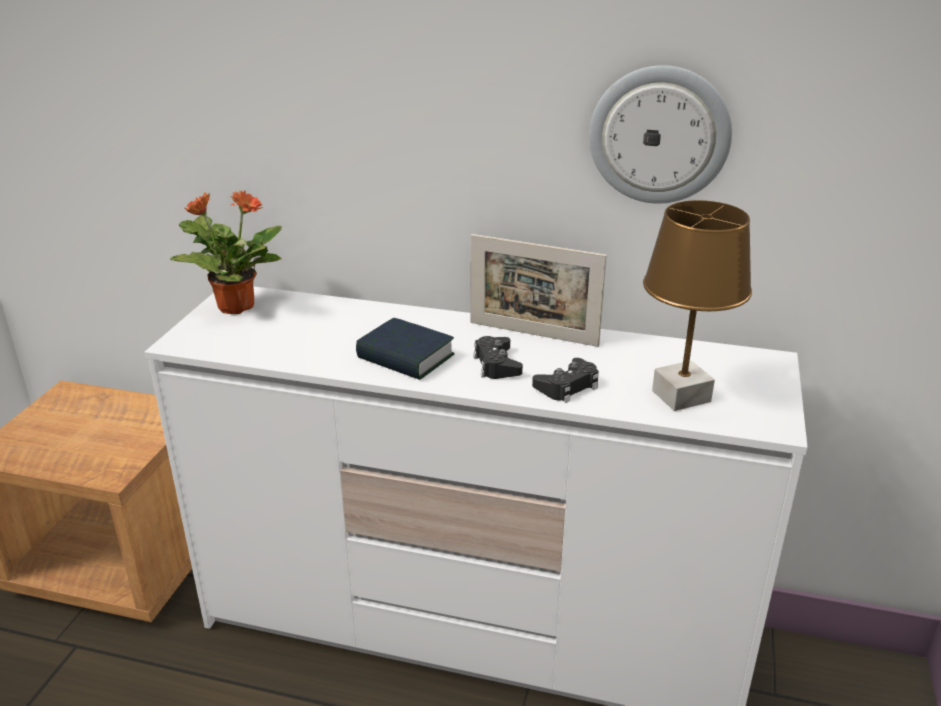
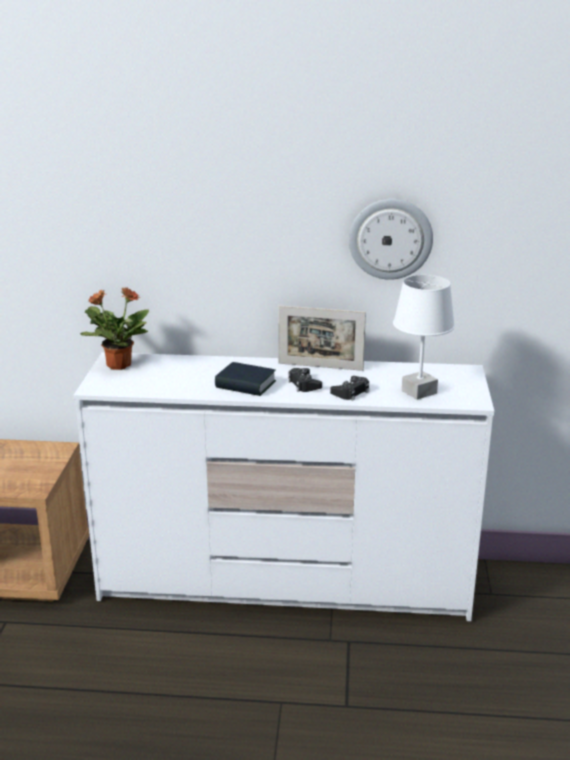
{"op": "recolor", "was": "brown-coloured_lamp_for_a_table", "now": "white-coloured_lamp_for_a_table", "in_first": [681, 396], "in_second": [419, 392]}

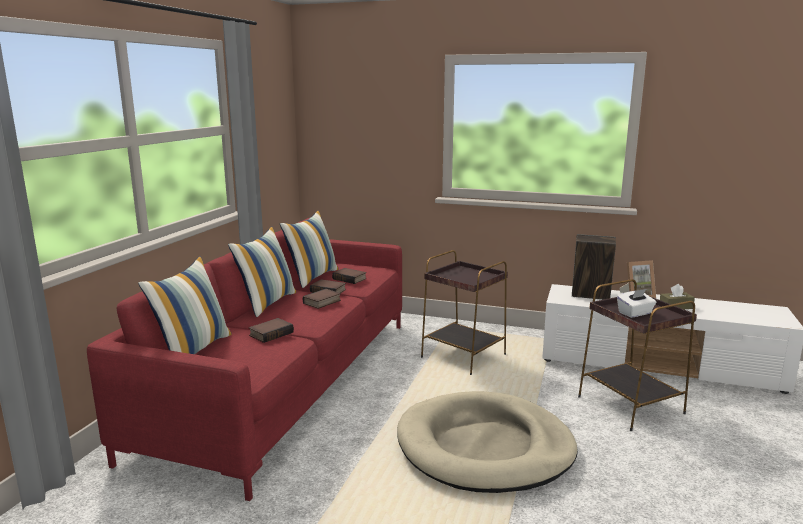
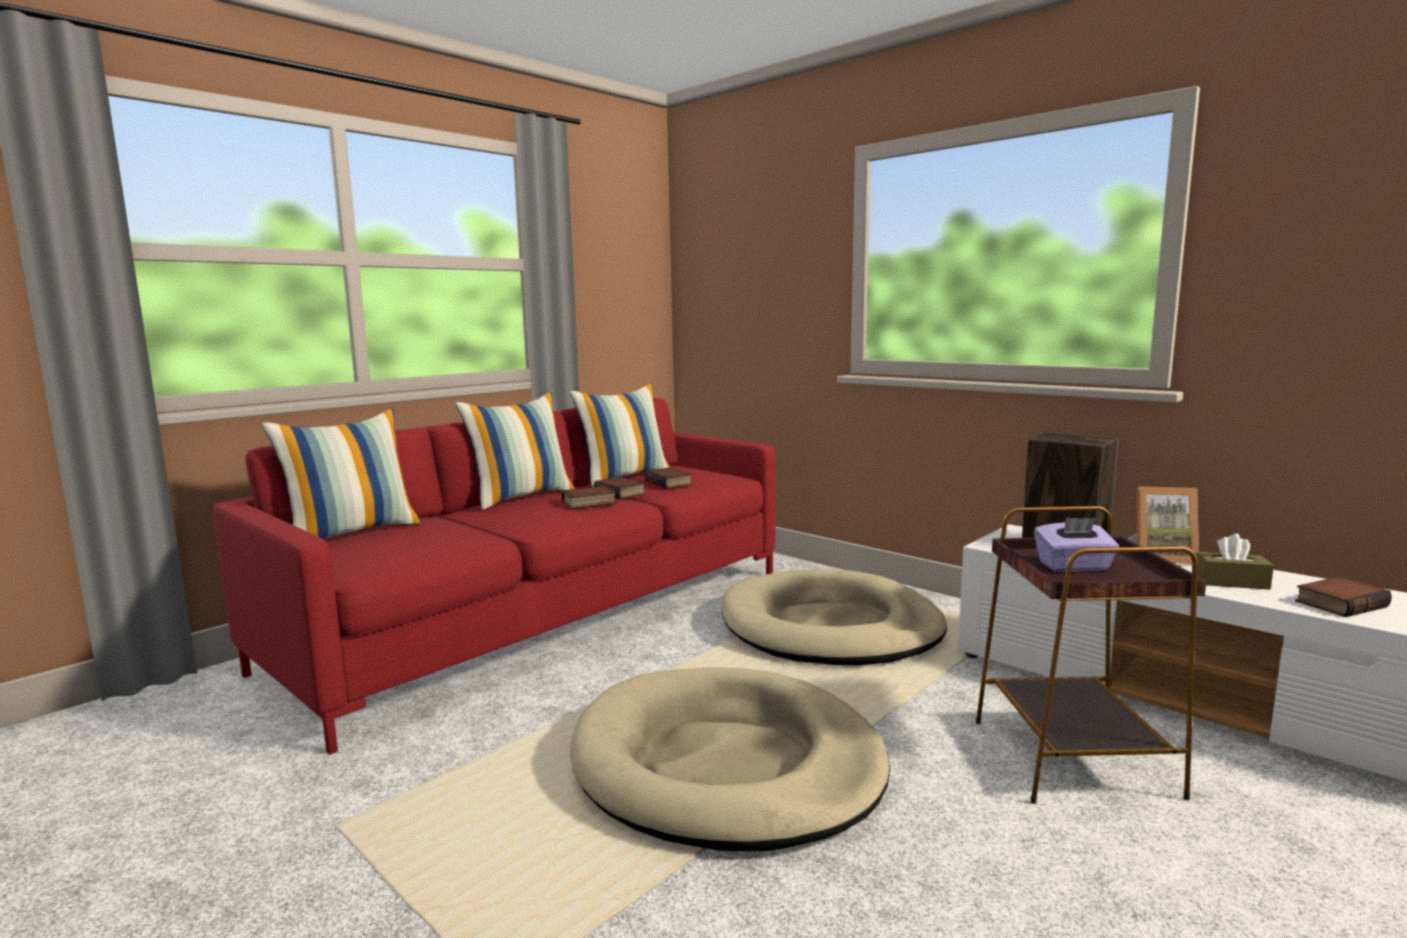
{"op": "move", "was": "volume", "in_first": [271, 333], "in_second": [1339, 603]}
{"op": "replace", "was": "brown-coloured_side_table", "now": "sand-coloured_pet_bed", "in_first": [463, 356], "in_second": [830, 627]}
{"op": "recolor", "was": "white-coloured_tissue_holder", "now": "purple_tissue_holder", "in_first": [635, 313], "in_second": [1073, 567]}

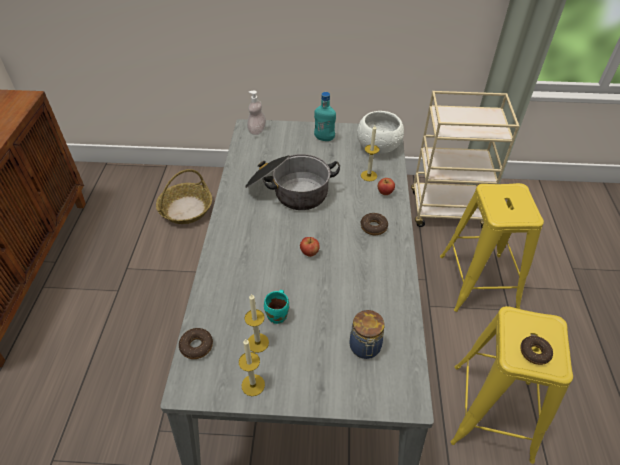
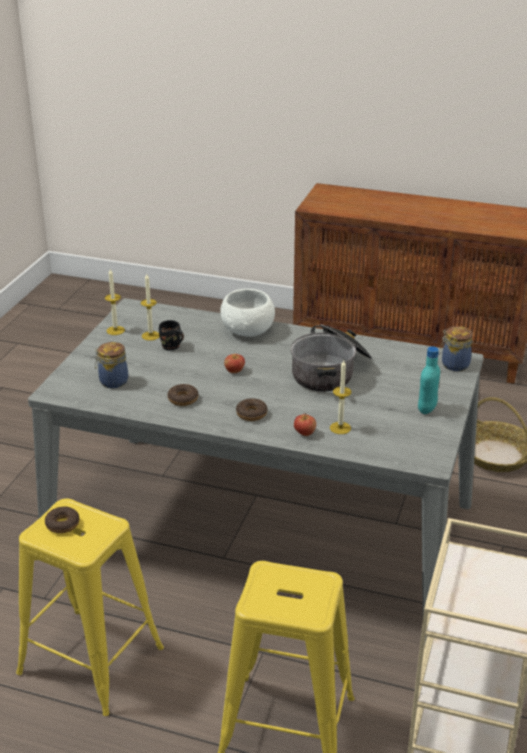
{"op": "move", "was": "donut", "in_first": [196, 346], "in_second": [183, 399]}
{"op": "move", "was": "white-coloured_serving_bowl", "in_first": [378, 147], "in_second": [247, 330]}
{"op": "replace", "was": "soap_dispenser", "now": "storage_jar", "in_first": [257, 130], "in_second": [454, 364]}
{"op": "recolor", "was": "turquoise_coffee_mug", "now": "blackish_coffee_mug", "in_first": [279, 315], "in_second": [171, 347]}

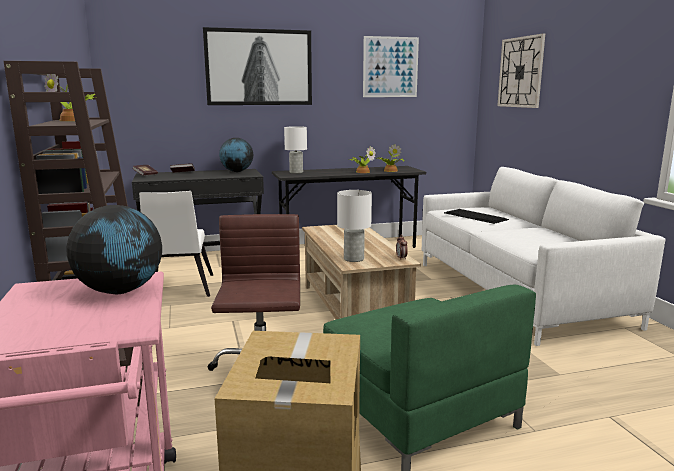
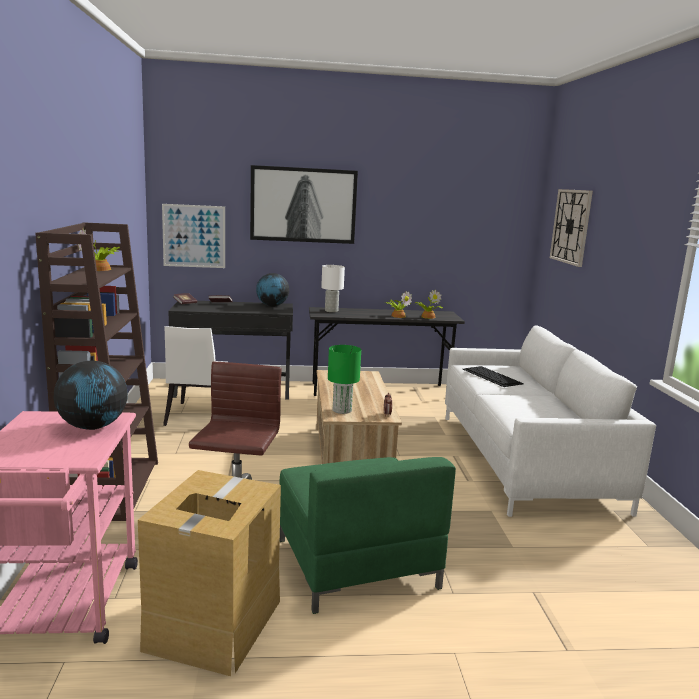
{"op": "move", "was": "wall_picture", "in_first": [390, 67], "in_second": [194, 236]}
{"op": "recolor", "was": "white-coloured_lamp_for_a_table", "now": "green-coloured_lamp_for_a_table", "in_first": [354, 259], "in_second": [342, 410]}

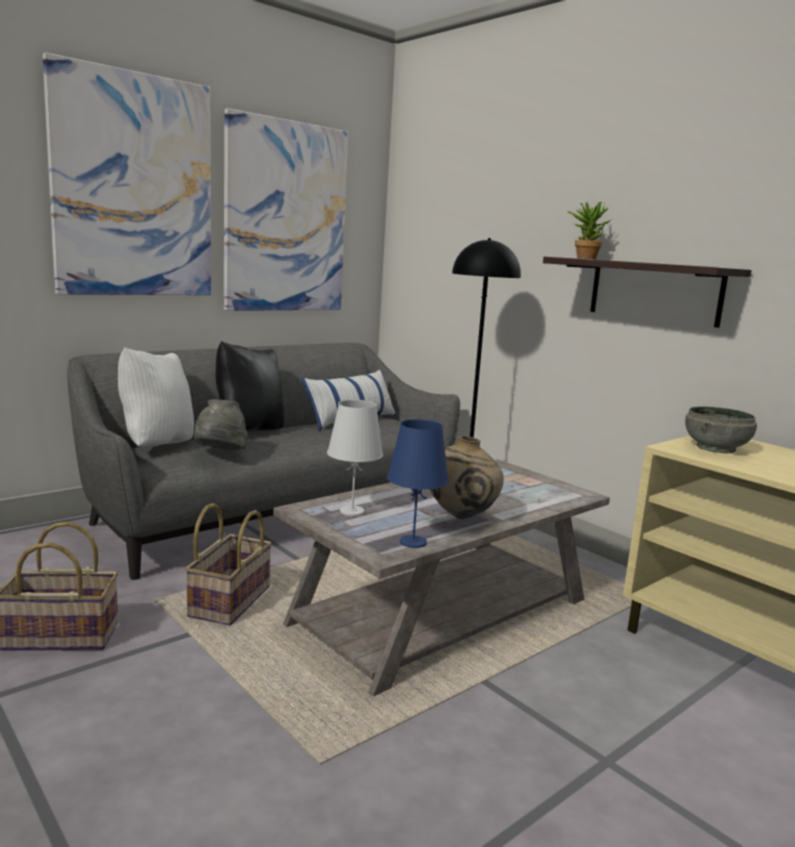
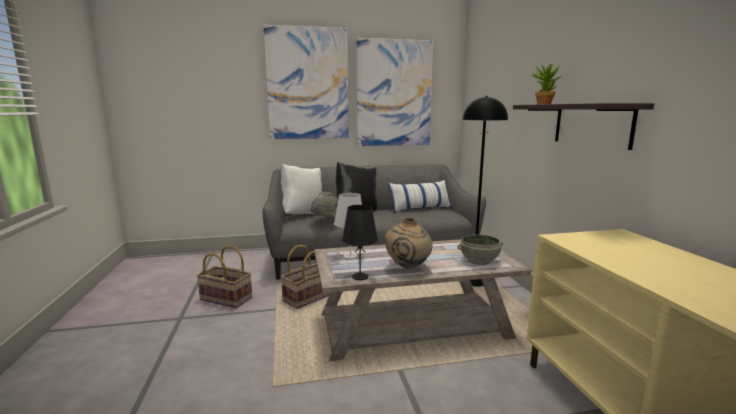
{"op": "move", "was": "gray_serving_bowl", "in_first": [716, 448], "in_second": [479, 261]}
{"op": "recolor", "was": "blue_lamp_for_a_table", "now": "blackish_lamp_for_a_table", "in_first": [413, 542], "in_second": [360, 276]}

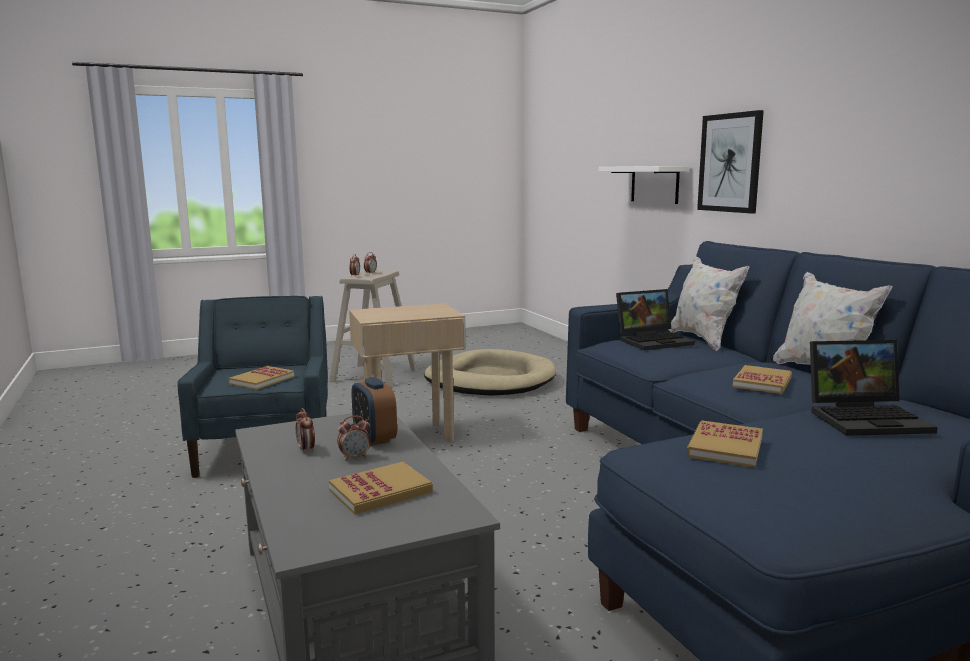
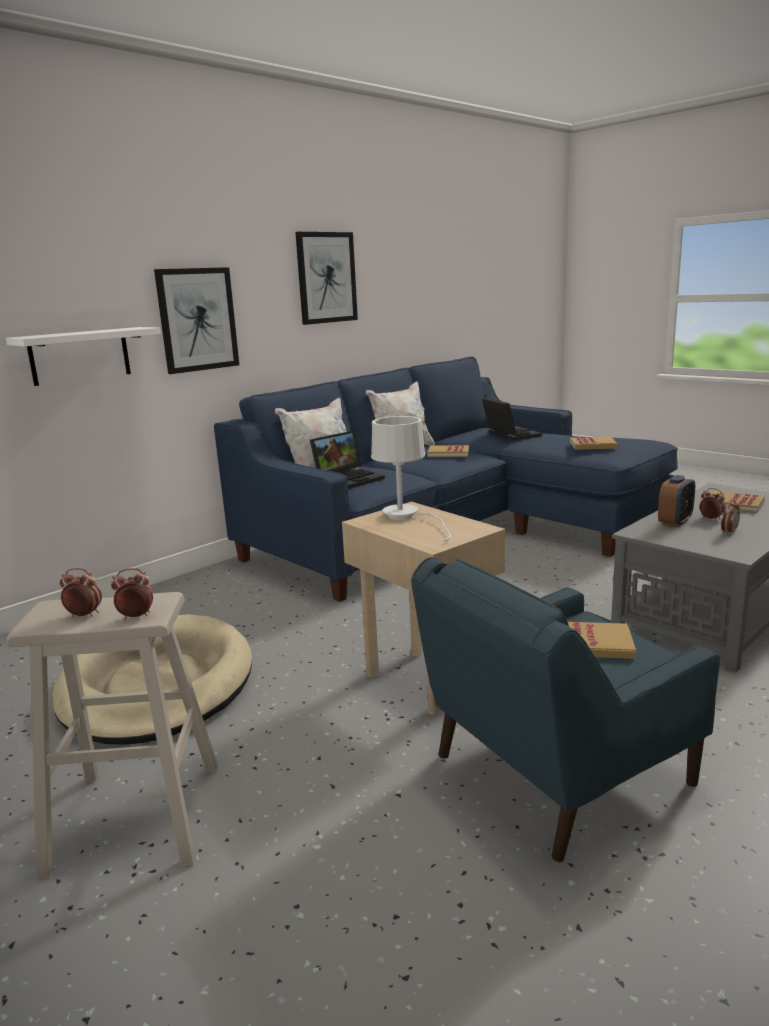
{"op": "insert", "now": "wall_picture", "in_second": [326, 278]}
{"op": "insert", "now": "white-coloured_lamp_for_a_table", "in_second": [407, 518]}
{"op": "rotate", "was": "notebook_computer", "in_first": [654, 341], "in_second": [348, 479], "clockwise": 90}

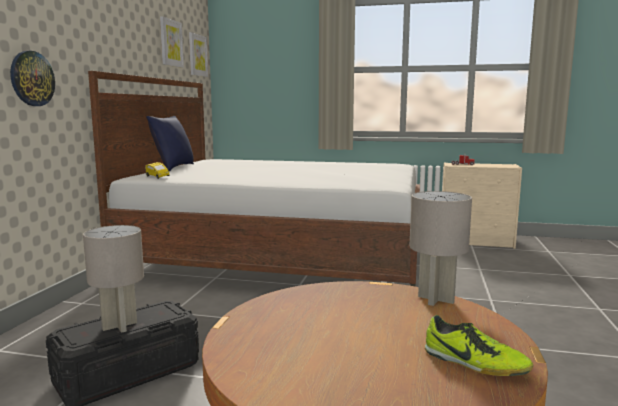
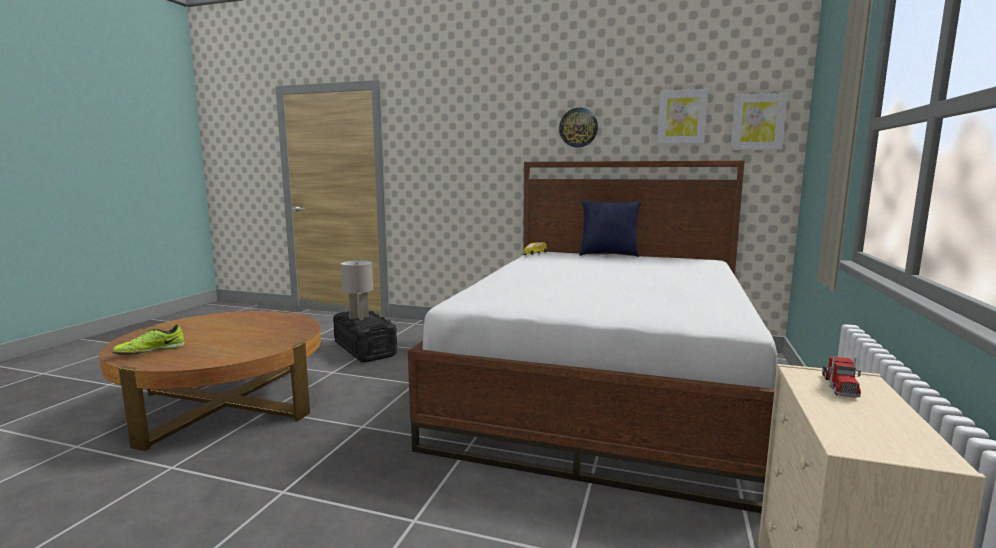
{"op": "delete", "was": "gray_lamp_for_a_table", "in_first": [435, 299]}
{"op": "move", "was": "hanging_clock", "in_first": [32, 78], "in_second": [578, 127]}

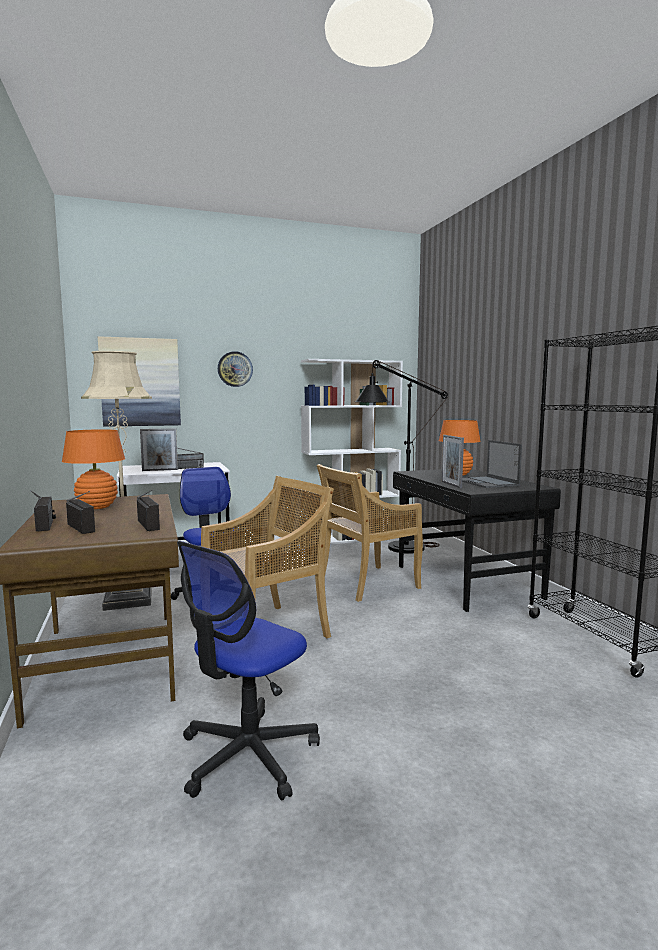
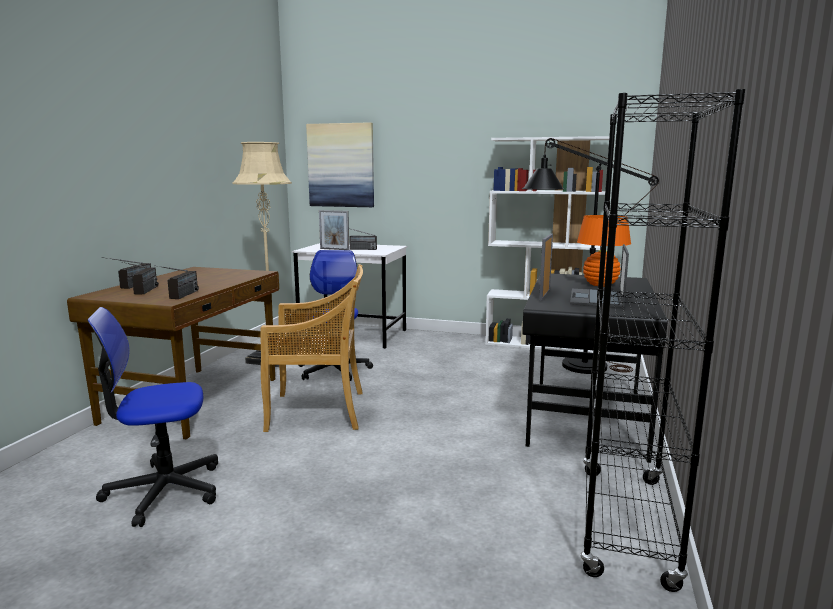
{"op": "delete", "was": "orange-coloured_lamp_for_a_table", "in_first": [97, 507]}
{"op": "delete", "was": "hanging_clock", "in_first": [235, 369]}
{"op": "delete", "was": "sand-coloured_upright_chair", "in_first": [367, 583]}

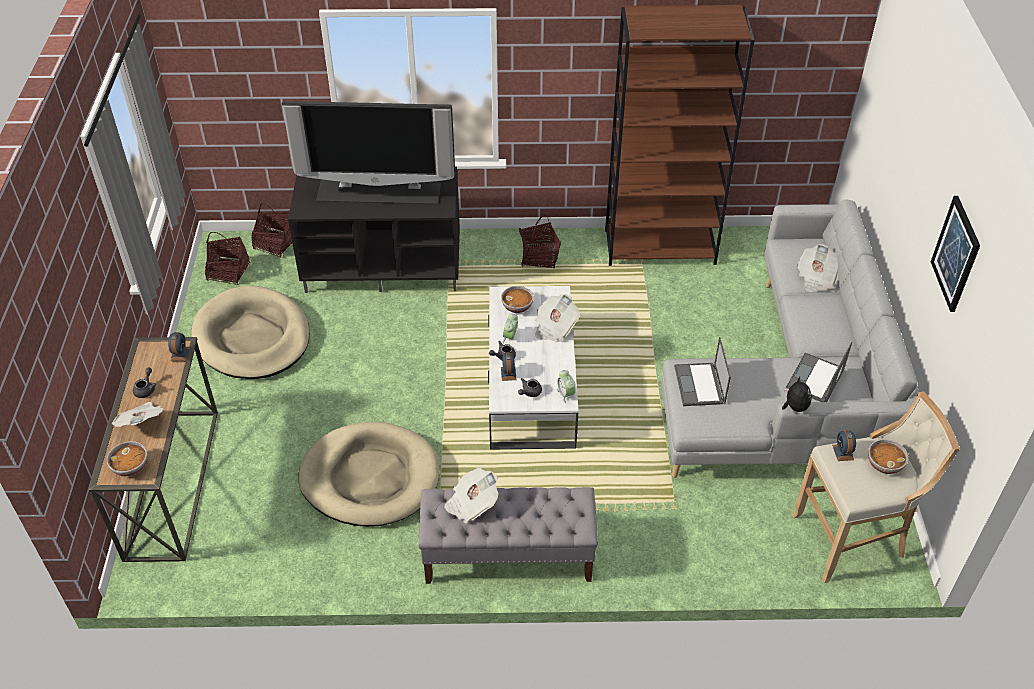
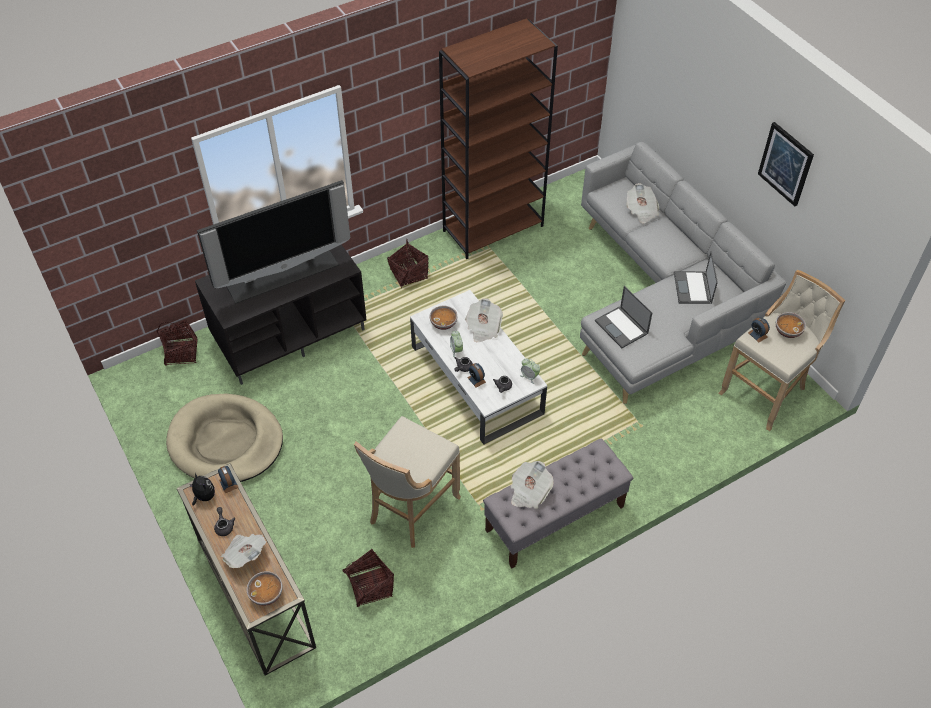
{"op": "move", "was": "basket", "in_first": [228, 271], "in_second": [370, 586]}
{"op": "move", "was": "plush_toy", "in_first": [794, 407], "in_second": [204, 496]}
{"op": "replace", "was": "sand-coloured_pet_bed", "now": "sand-coloured_sitting_stool", "in_first": [370, 478], "in_second": [410, 510]}

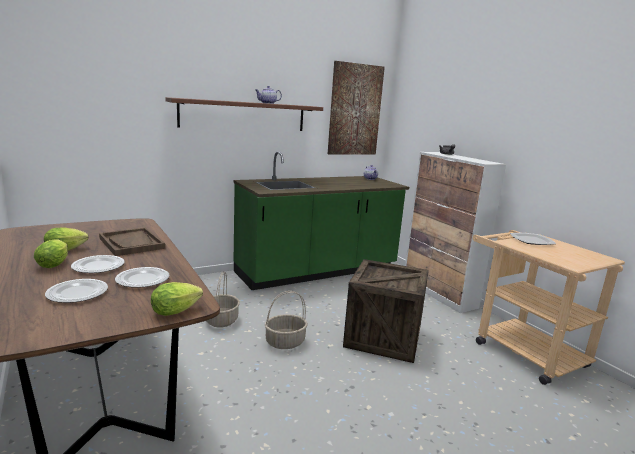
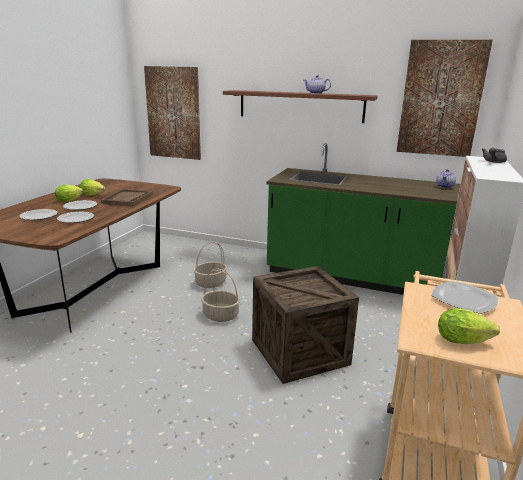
{"op": "insert", "now": "wall_picture", "in_second": [173, 113]}
{"op": "move", "was": "head_of_lettuce", "in_first": [178, 311], "in_second": [465, 341]}

